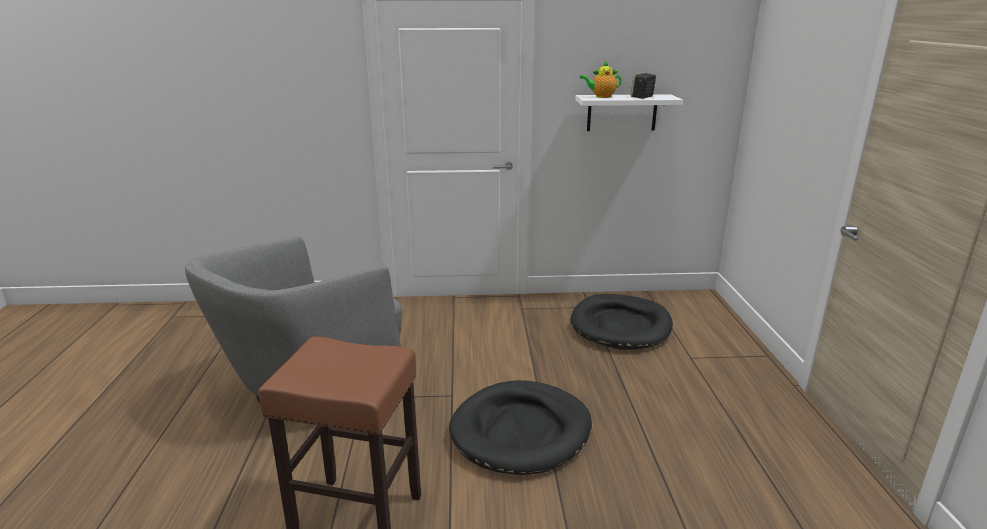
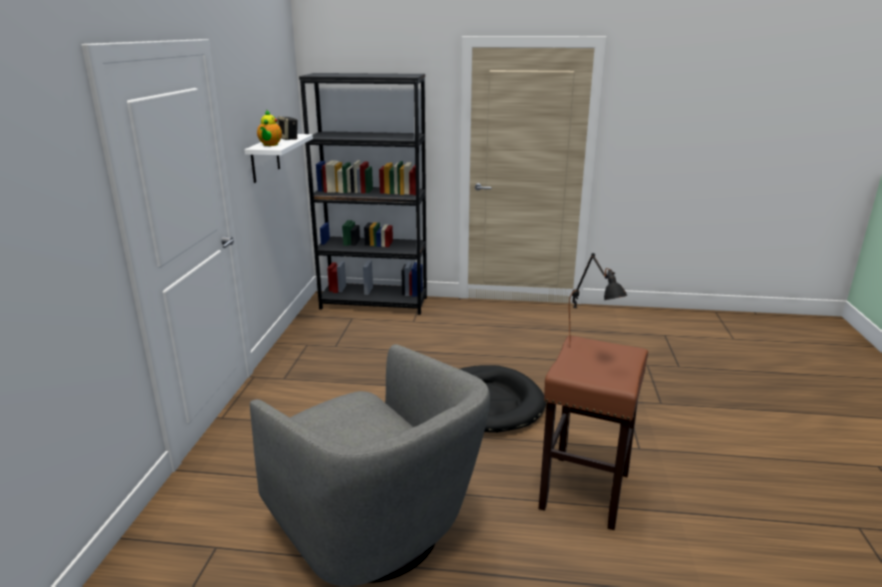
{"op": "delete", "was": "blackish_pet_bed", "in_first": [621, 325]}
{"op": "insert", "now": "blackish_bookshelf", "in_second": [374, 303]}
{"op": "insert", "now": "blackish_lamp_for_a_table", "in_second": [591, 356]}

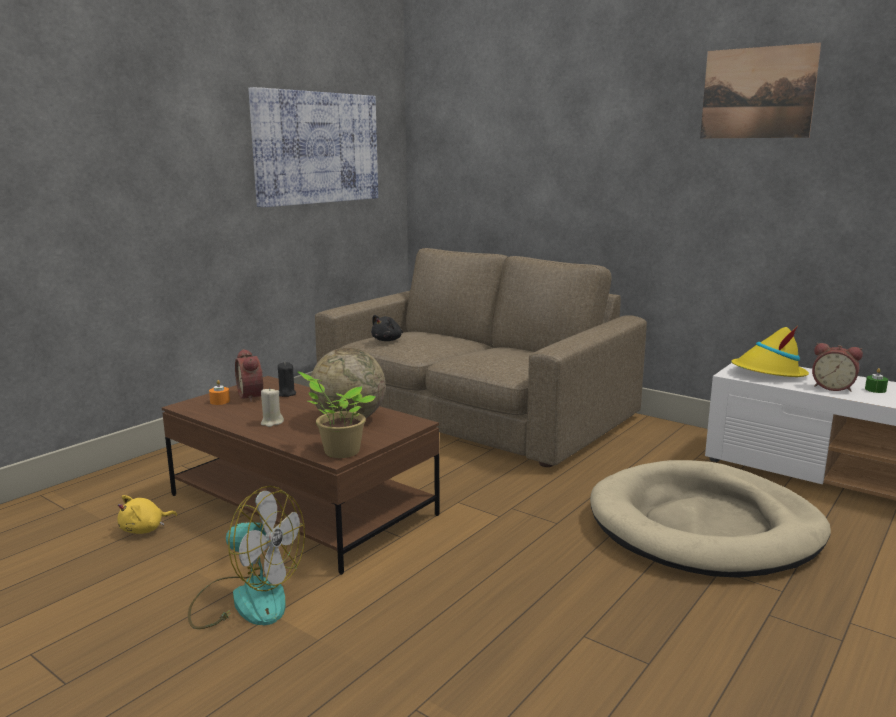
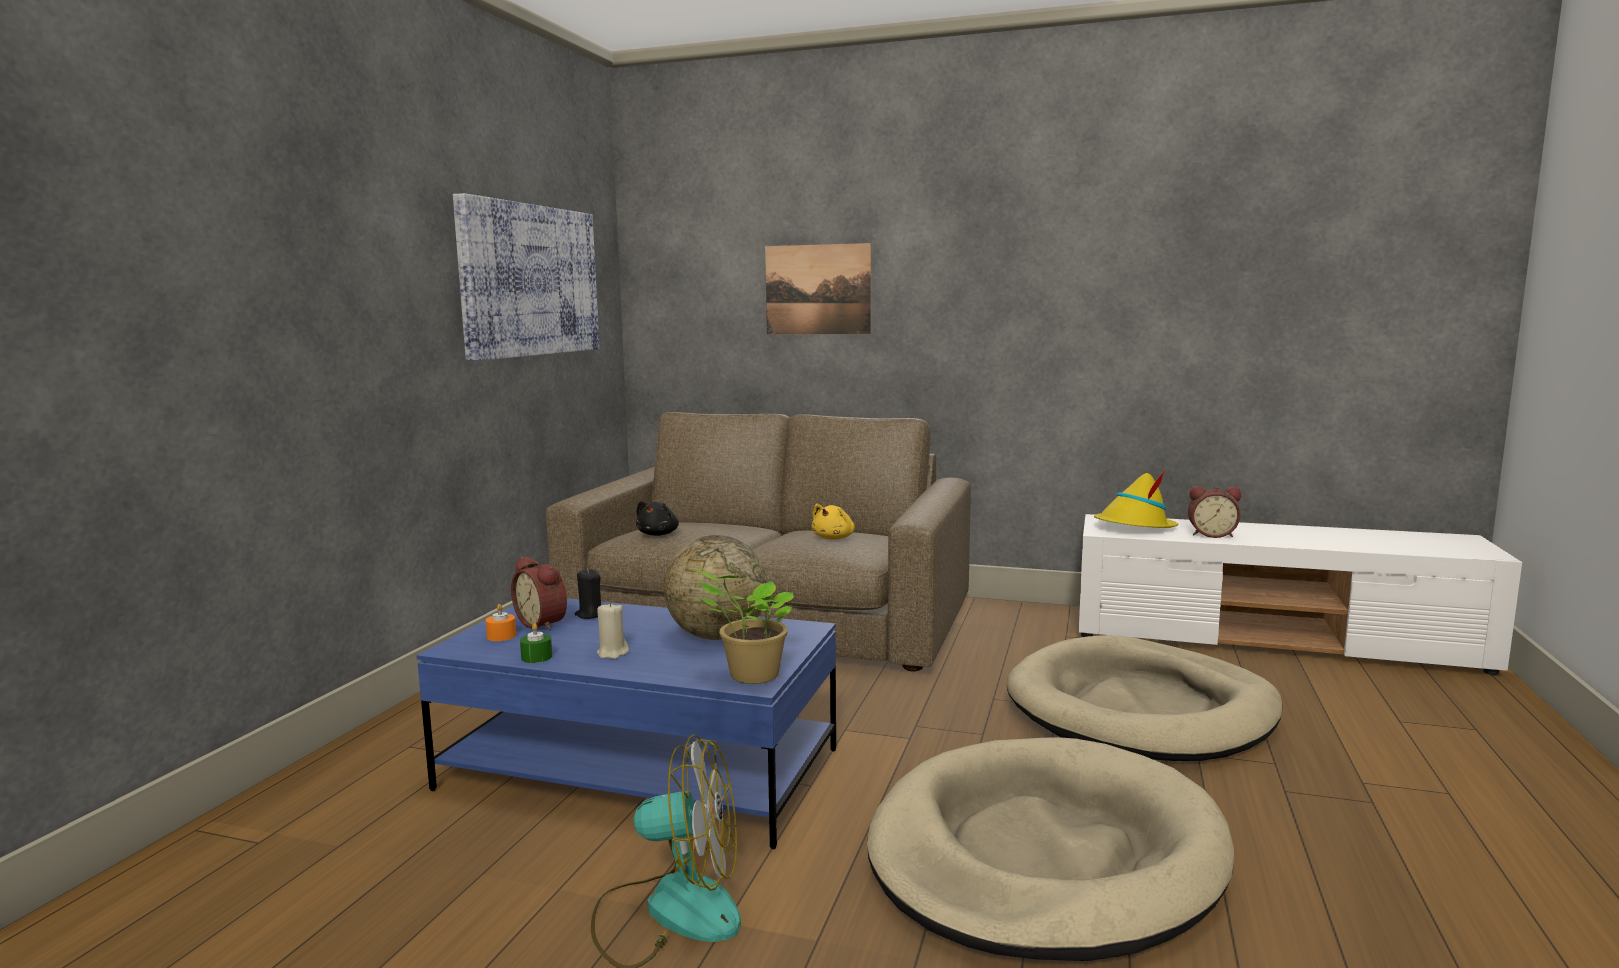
{"op": "insert", "now": "sand-coloured_pet_bed", "in_second": [1044, 855]}
{"op": "move", "was": "yellowish_plush_toy", "in_first": [145, 529], "in_second": [834, 538]}
{"op": "move", "was": "wall_picture", "in_first": [757, 93], "in_second": [818, 289]}
{"op": "move", "was": "green-coloured_wax_candle", "in_first": [875, 390], "in_second": [536, 657]}
{"op": "recolor", "was": "brown-coloured_lounge_table", "now": "blue_lounge_table", "in_first": [302, 505], "in_second": [641, 769]}

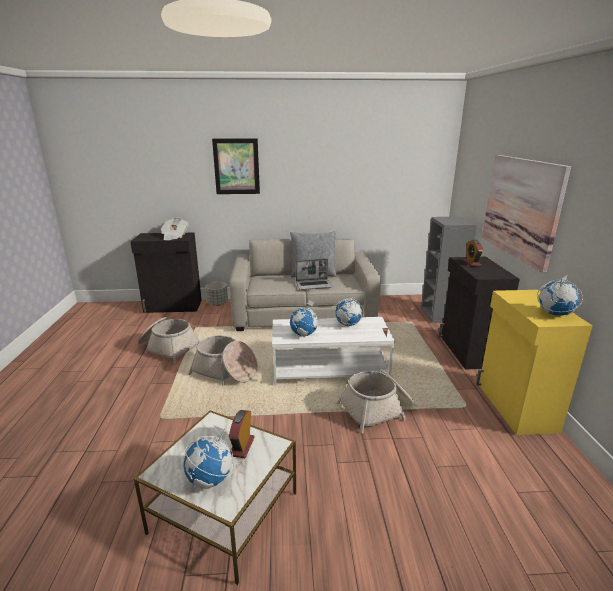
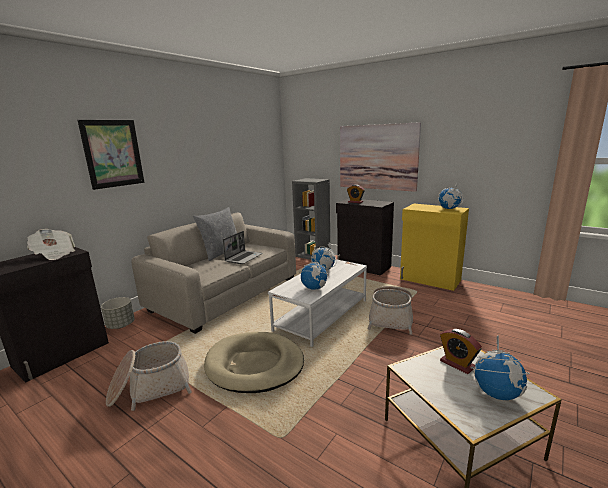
{"op": "replace", "was": "basket", "now": "sand-coloured_pet_bed", "in_first": [225, 371], "in_second": [254, 365]}

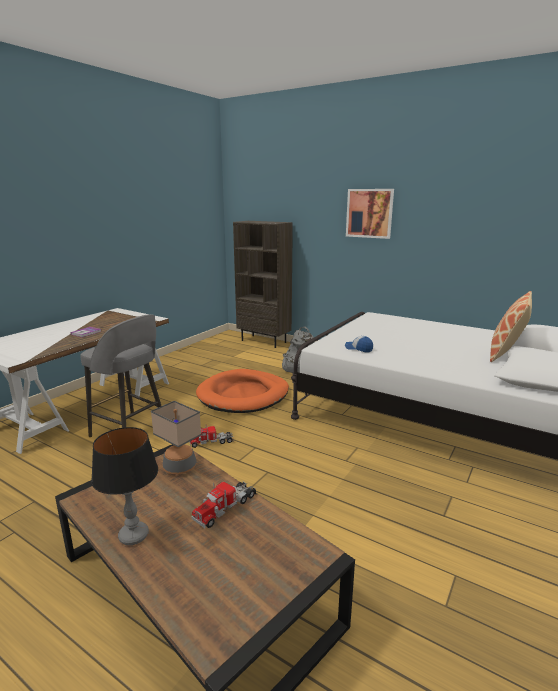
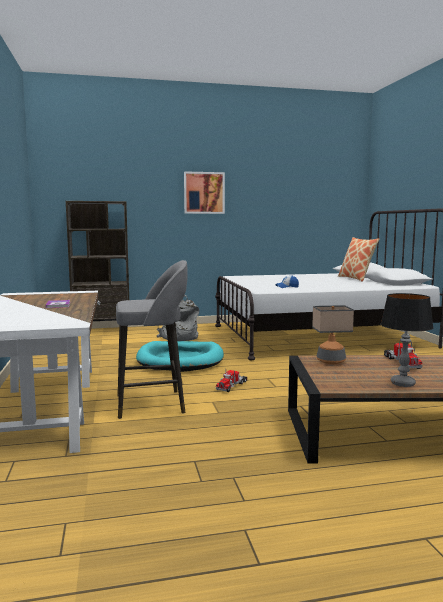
{"op": "recolor", "was": "orange-coloured_pet_bed", "now": "turquoise_pet_bed", "in_first": [243, 395], "in_second": [180, 360]}

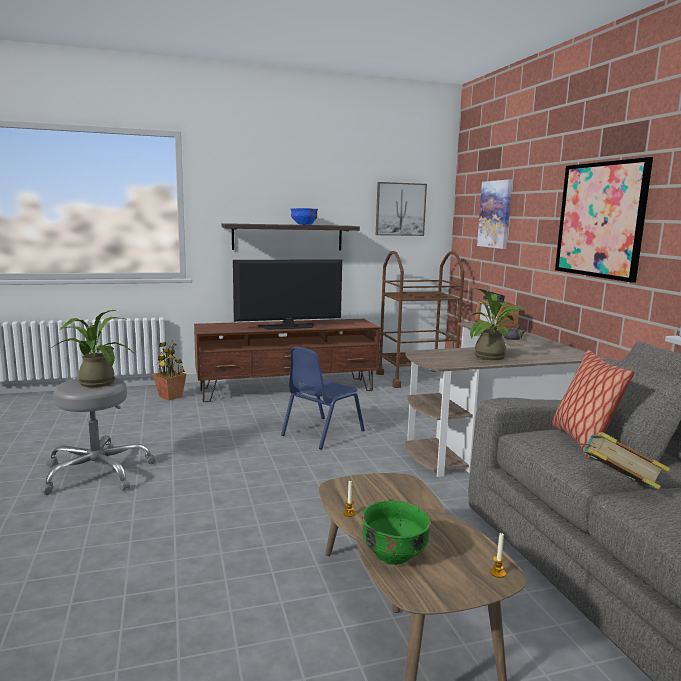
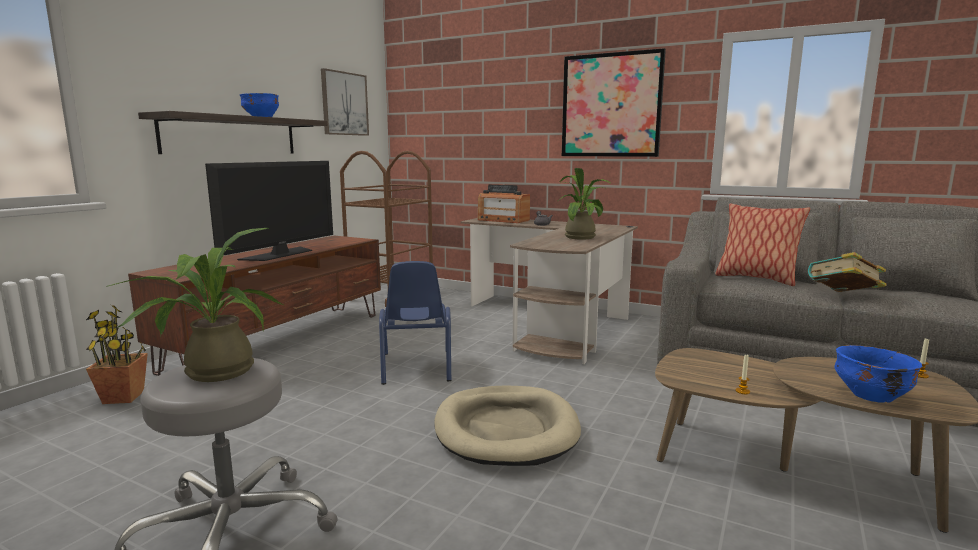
{"op": "delete", "was": "wall_picture", "in_first": [495, 214]}
{"op": "insert", "now": "sand-coloured_pet_bed", "in_second": [506, 430]}
{"op": "recolor", "was": "green-coloured_serving_bowl", "now": "blue_serving_bowl", "in_first": [393, 554], "in_second": [870, 395]}

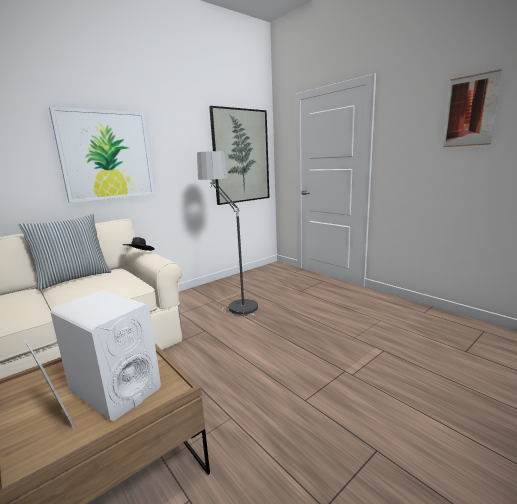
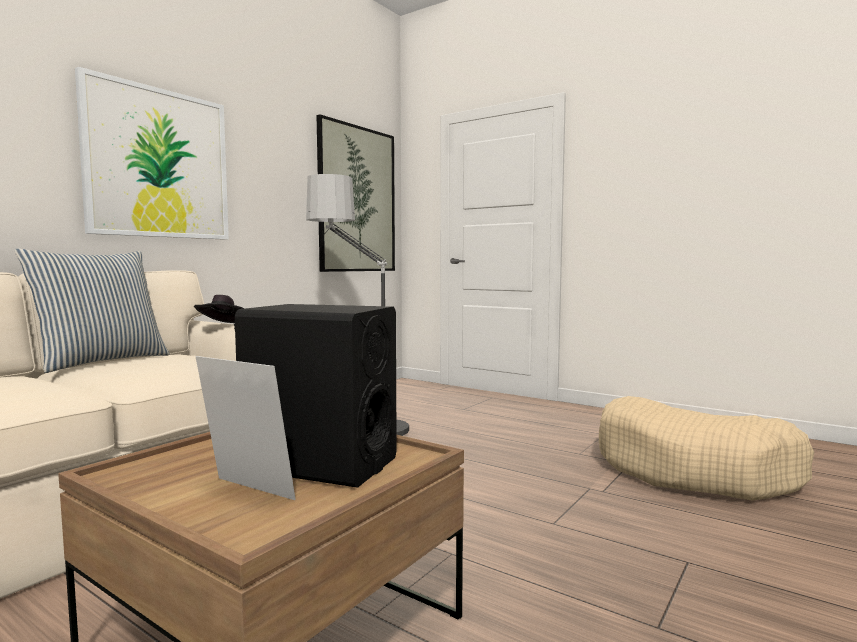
{"op": "delete", "was": "wall_picture", "in_first": [470, 111]}
{"op": "insert", "now": "sand-coloured_pet_bed", "in_second": [693, 470]}
{"op": "recolor", "was": "white-coloured_audio_speaker", "now": "blackish_audio_speaker", "in_first": [115, 389], "in_second": [320, 464]}

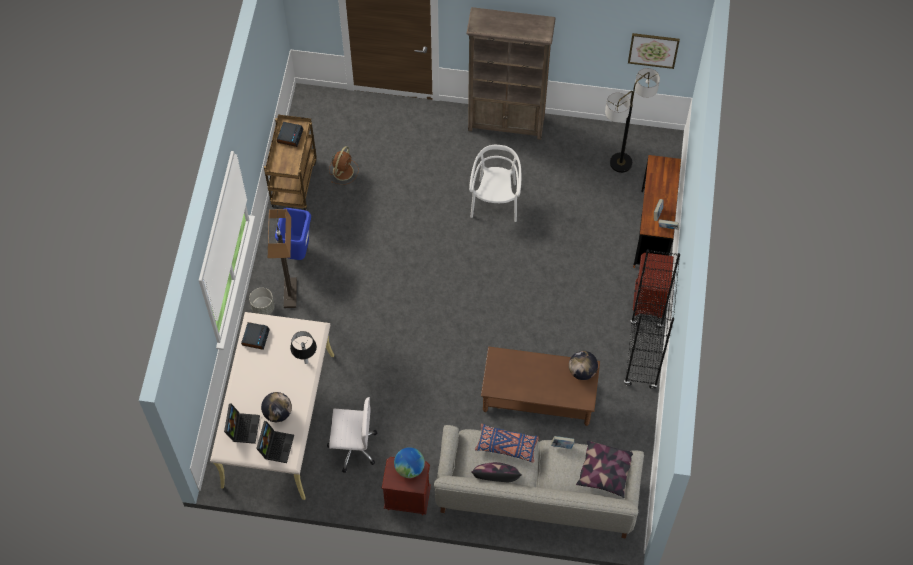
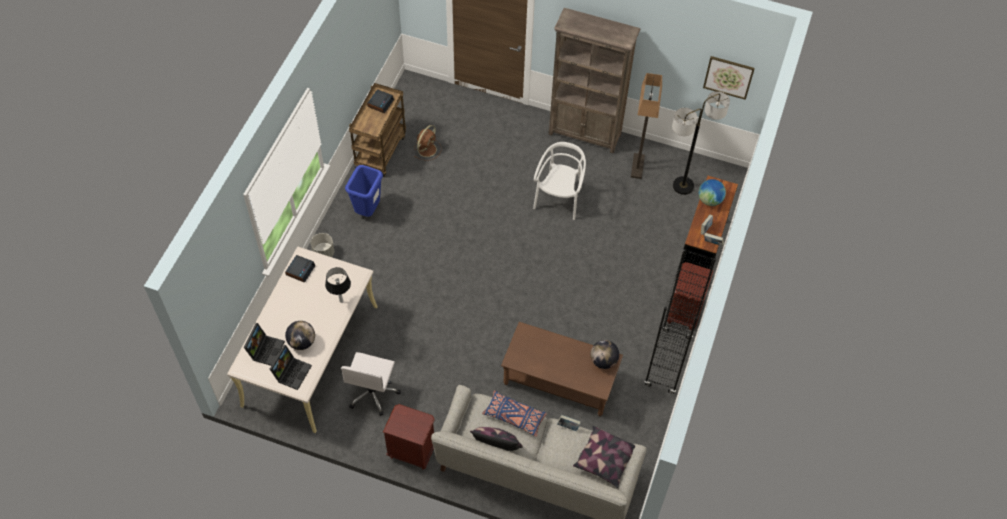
{"op": "move", "was": "floor_lamp", "in_first": [290, 293], "in_second": [637, 166]}
{"op": "move", "was": "globe", "in_first": [409, 468], "in_second": [710, 200]}
{"op": "rotate", "was": "white-coloured_office_chair", "in_first": [352, 447], "in_second": [373, 393], "clockwise": 90}

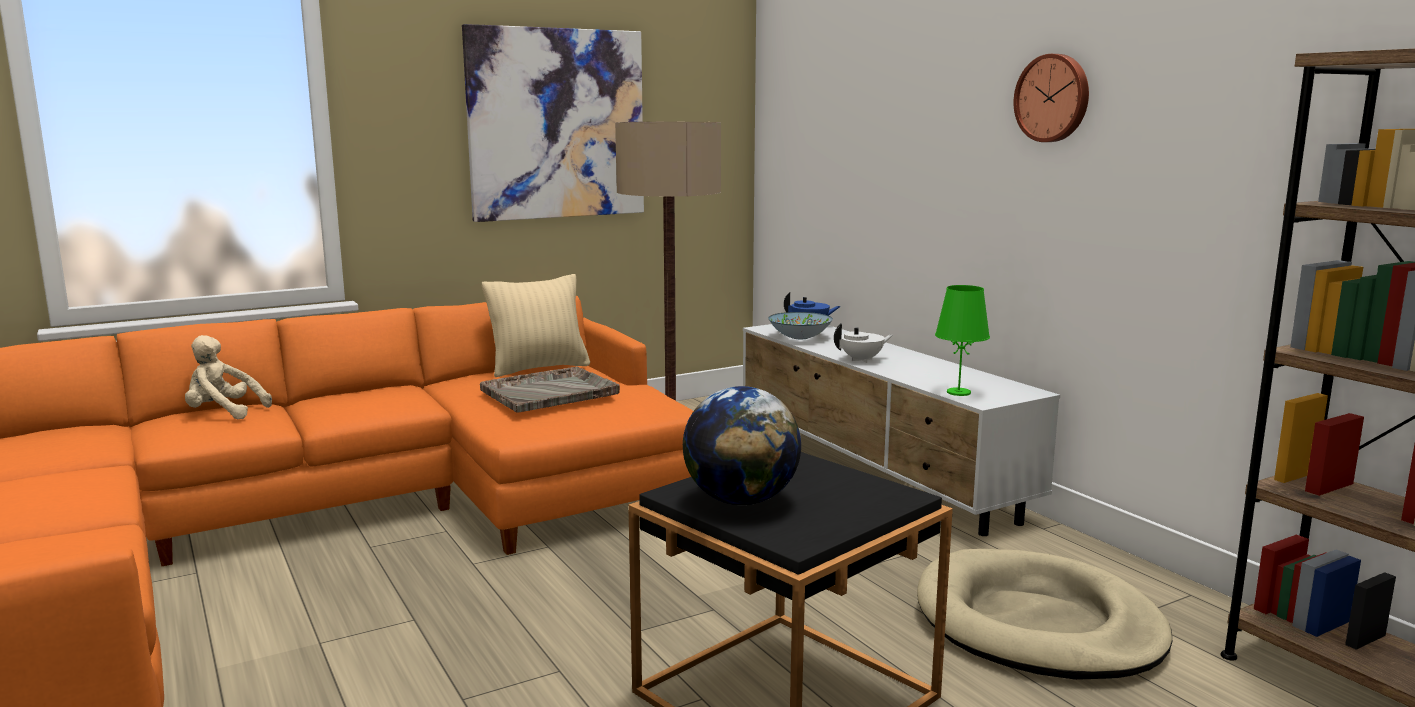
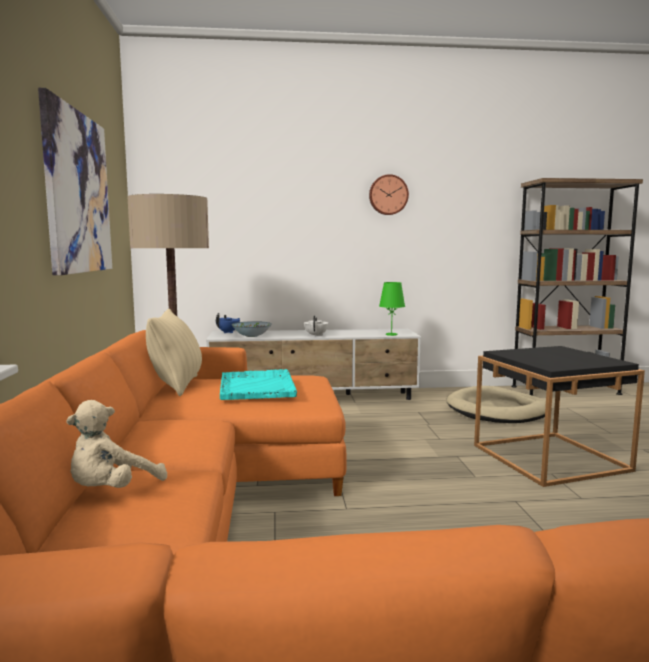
{"op": "delete", "was": "globe", "in_first": [741, 500]}
{"op": "recolor", "was": "gray_tray", "now": "turquoise_tray", "in_first": [551, 392], "in_second": [257, 386]}

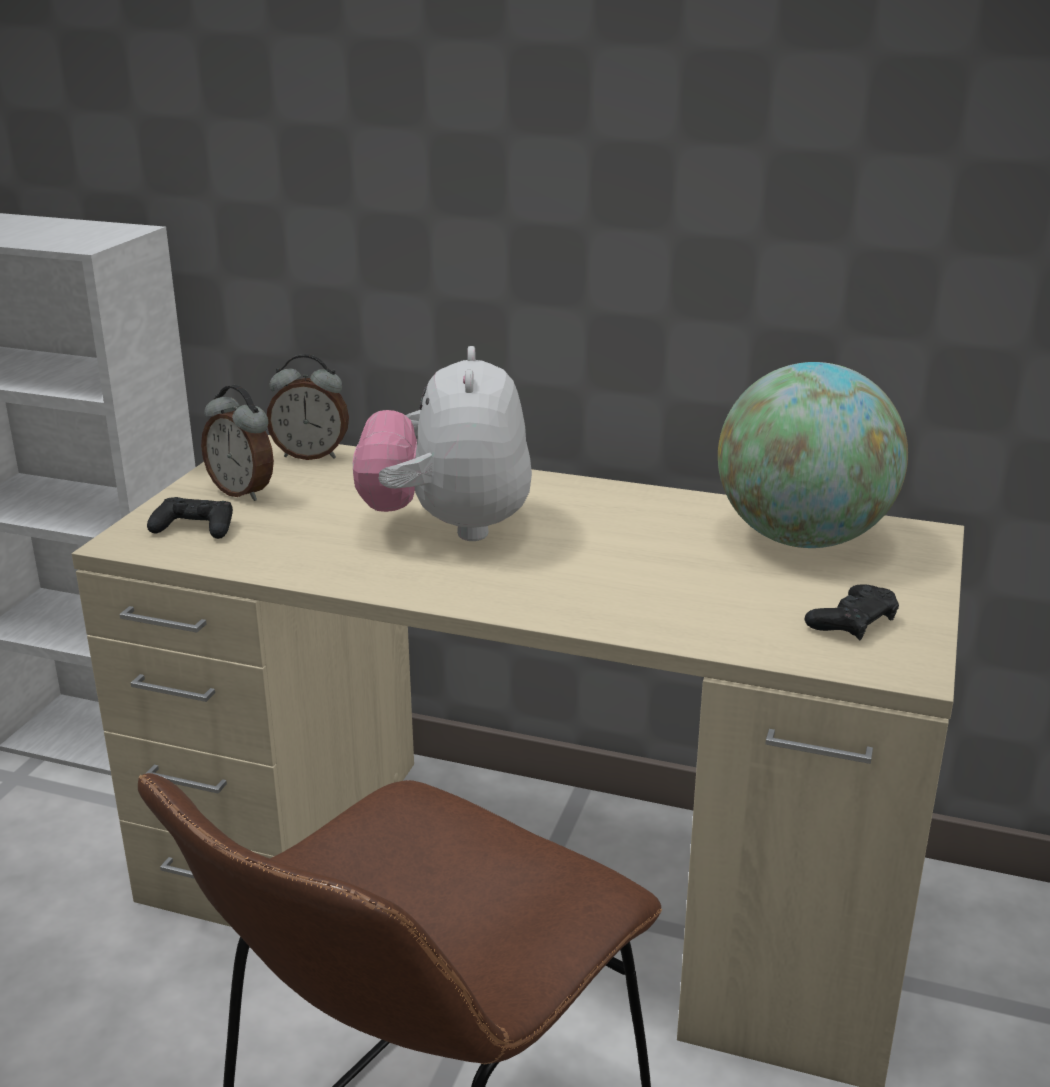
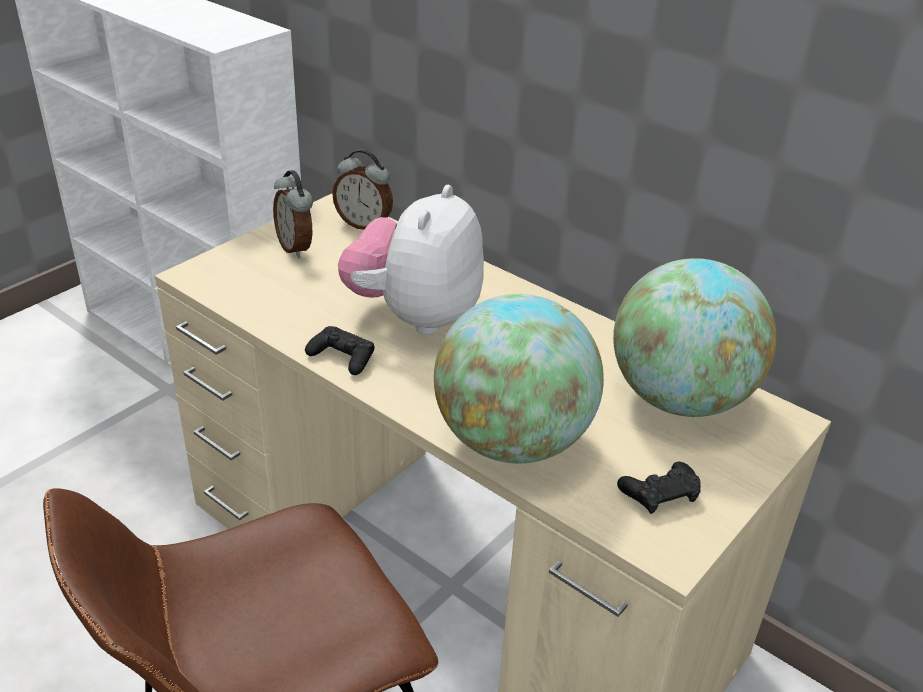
{"op": "insert", "now": "globe", "in_second": [512, 441]}
{"op": "move", "was": "blackish_gamepad", "in_first": [195, 528], "in_second": [342, 357]}

